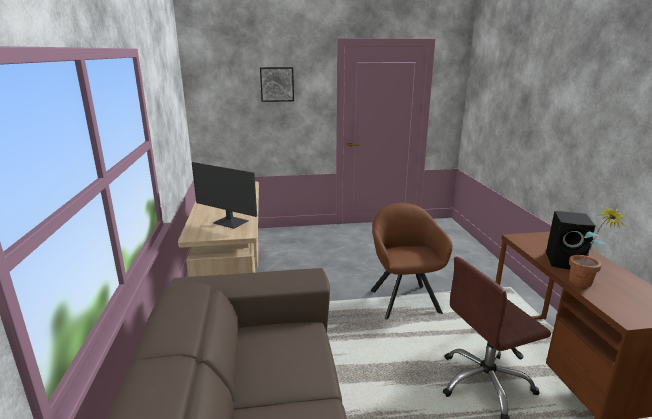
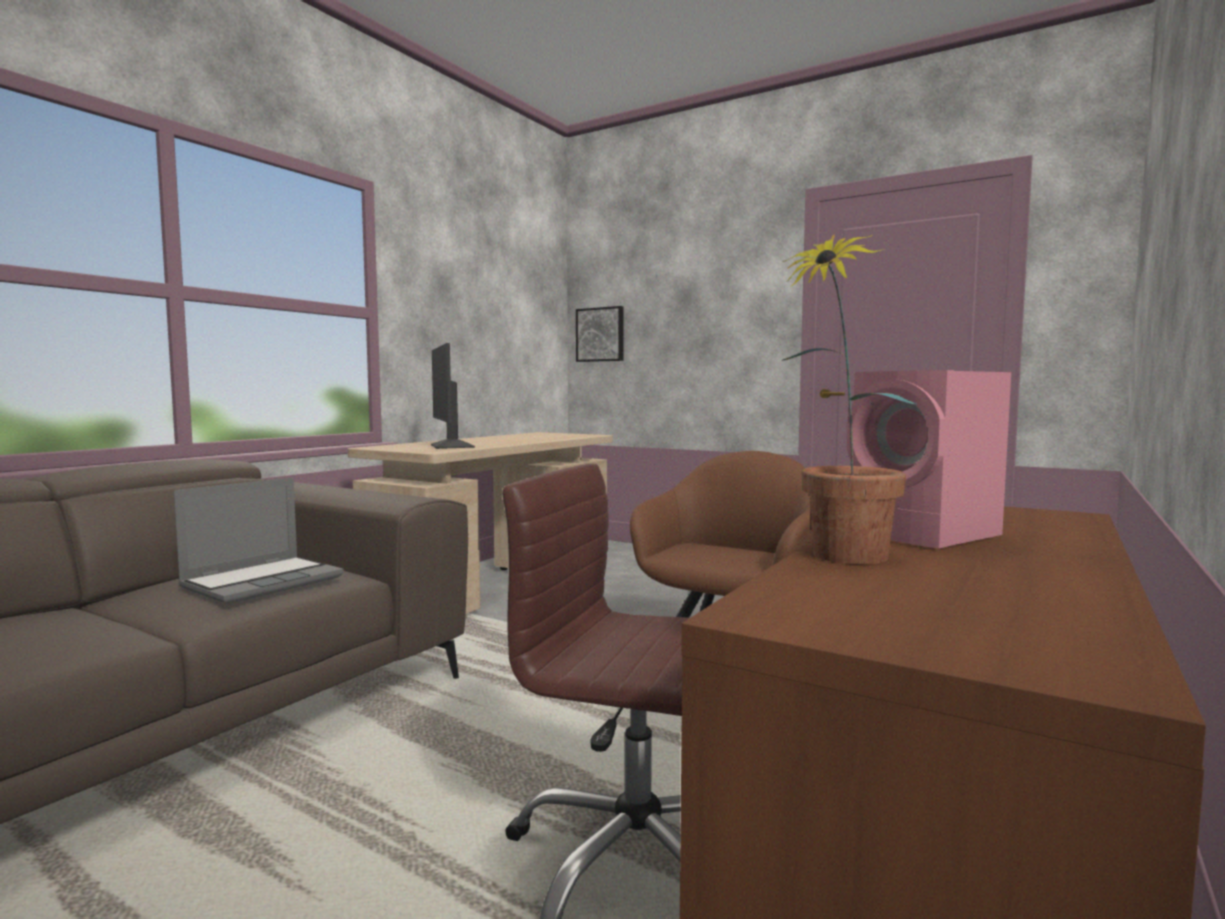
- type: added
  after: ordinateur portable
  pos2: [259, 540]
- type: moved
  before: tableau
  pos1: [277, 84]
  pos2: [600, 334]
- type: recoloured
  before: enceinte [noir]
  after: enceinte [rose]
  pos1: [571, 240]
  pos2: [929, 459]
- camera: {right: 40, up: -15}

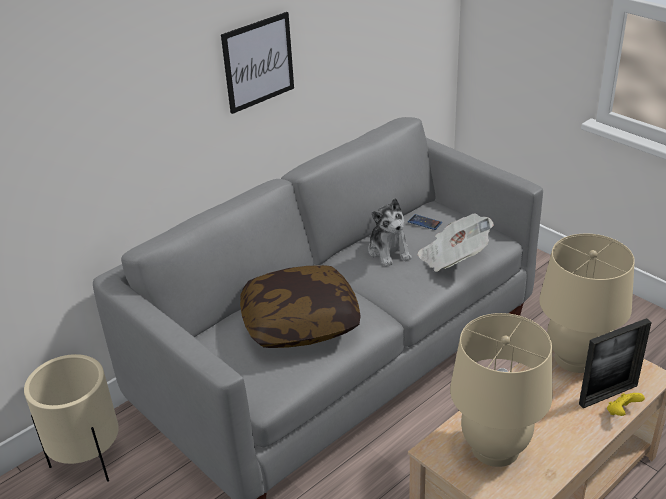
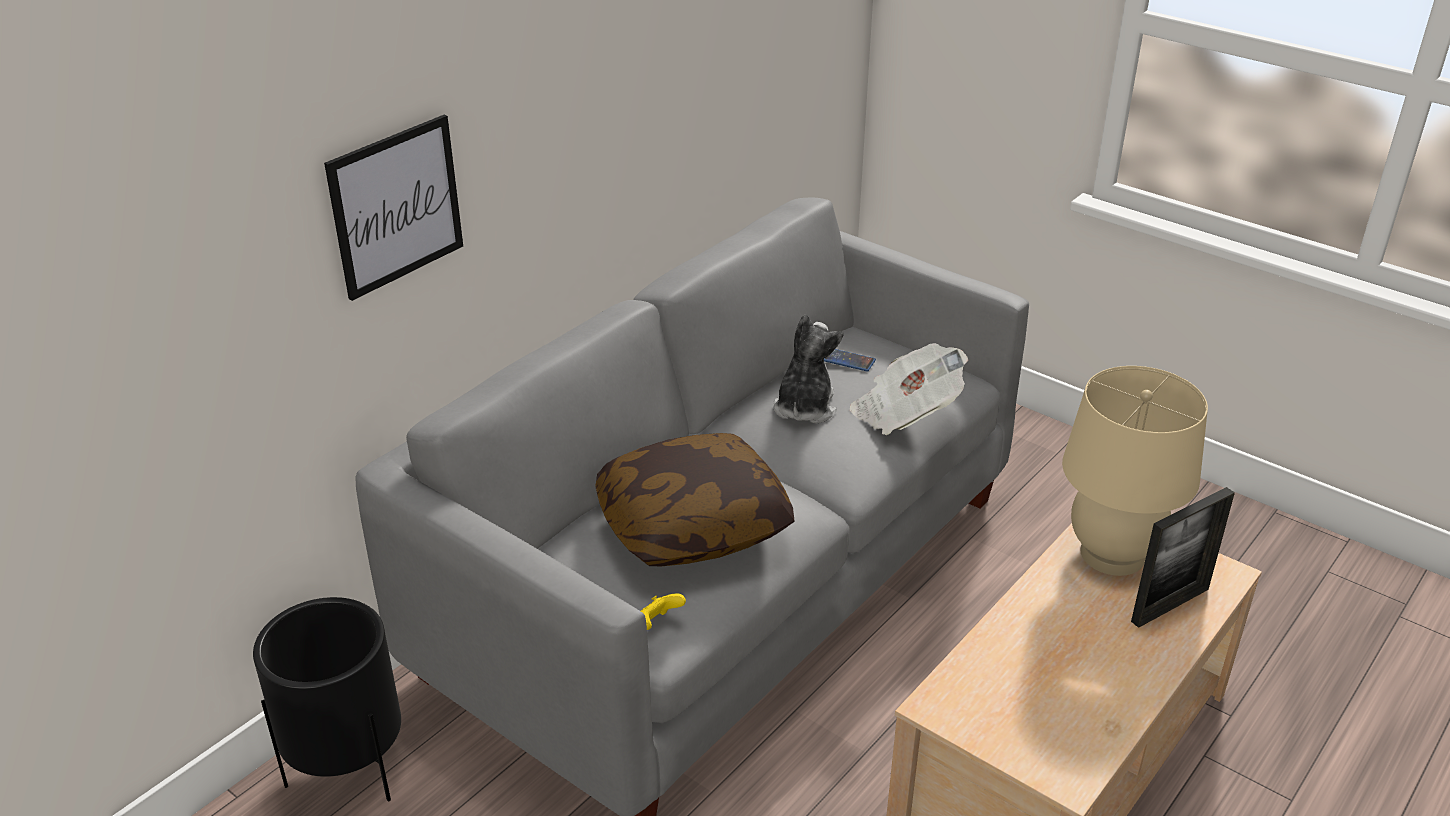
- type: recoloured
  before: cache-pot [beige]
  after: cache-pot [noir]
  pos1: [71, 418]
  pos2: [327, 699]
- type: moved
  before: tableau
  pos1: [257, 63]
  pos2: [393, 208]
- type: moved
  before: manette [jaune]
  pos1: [626, 404]
  pos2: [663, 611]
- type: turned
  before: peluche
  pos1: [390, 232]
  pos2: [808, 369]
  turn: -135
- type: removed
  before: lampe de table [beige]
  pos1: [501, 390]
- camera: {right: -10, up: 0}

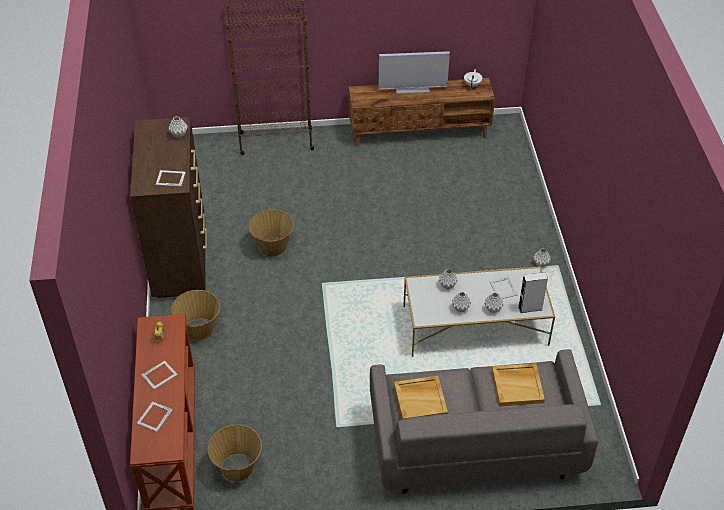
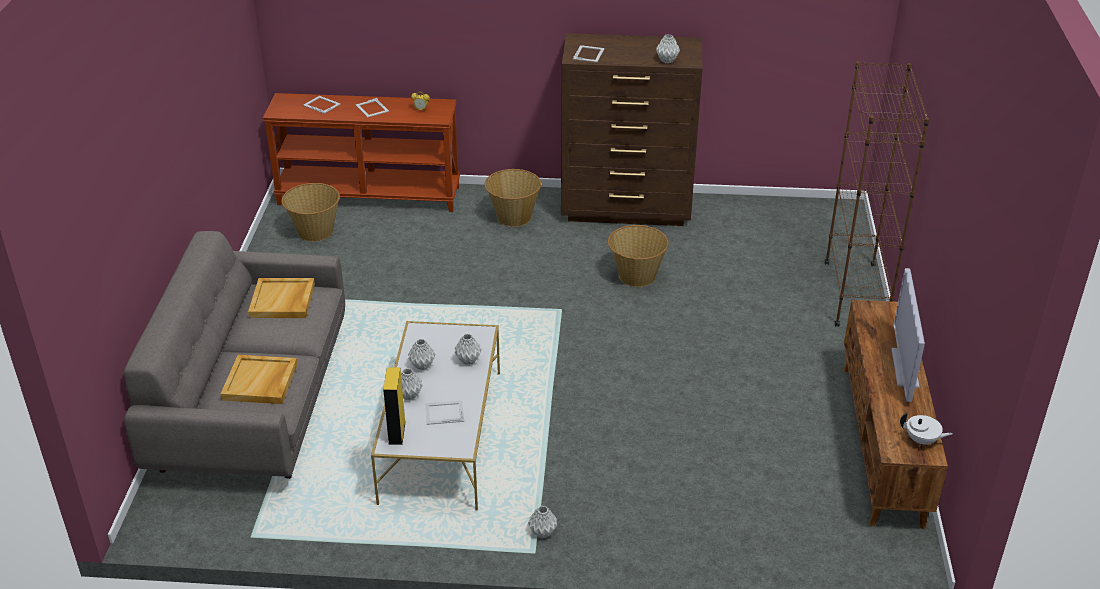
- type: recoloured
  before: enceinte [gris]
  after: enceinte [jaune]
  pos1: [533, 292]
  pos2: [394, 406]
- camera: {right: 100, up: -10}

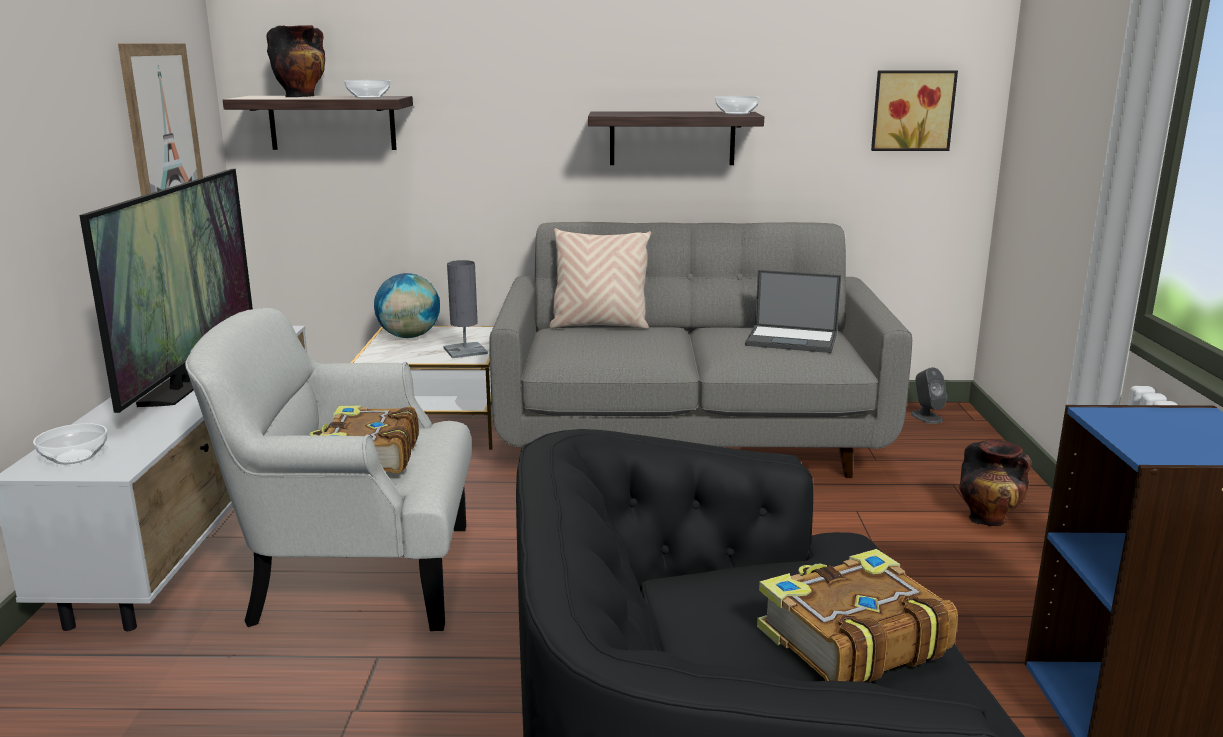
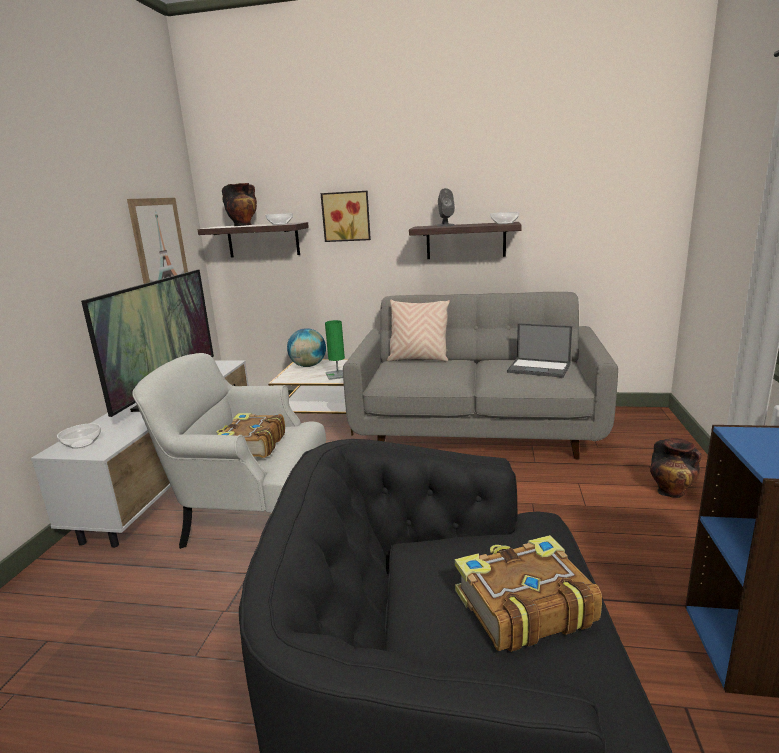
- type: moved
  before: tableau
  pos1: [914, 110]
  pos2: [346, 216]
- type: recoloured
  before: lampe de table [gris]
  after: lampe de table [vert]
  pos1: [465, 309]
  pos2: [335, 350]
- type: moved
  before: enceinte [gris]
  pos1: [929, 395]
  pos2: [446, 207]
- camera: {right: 10, up: 0}

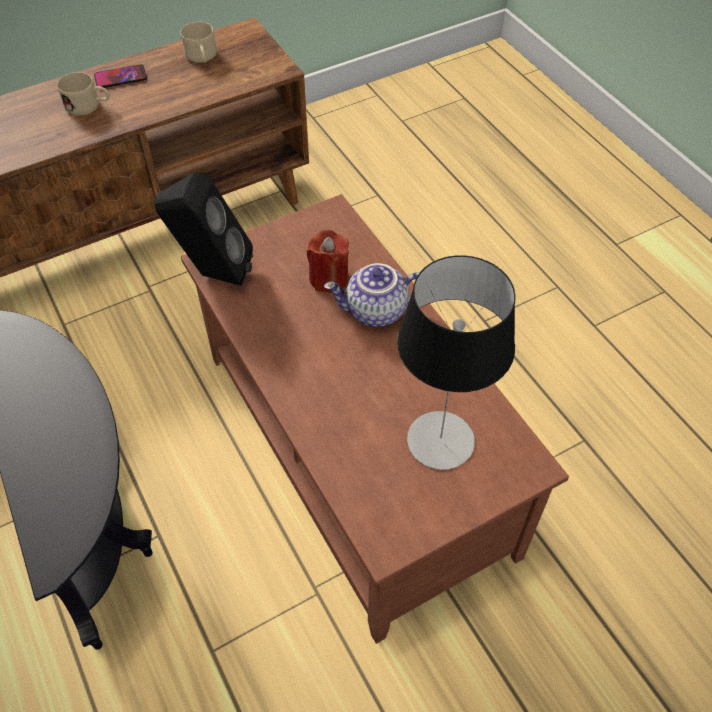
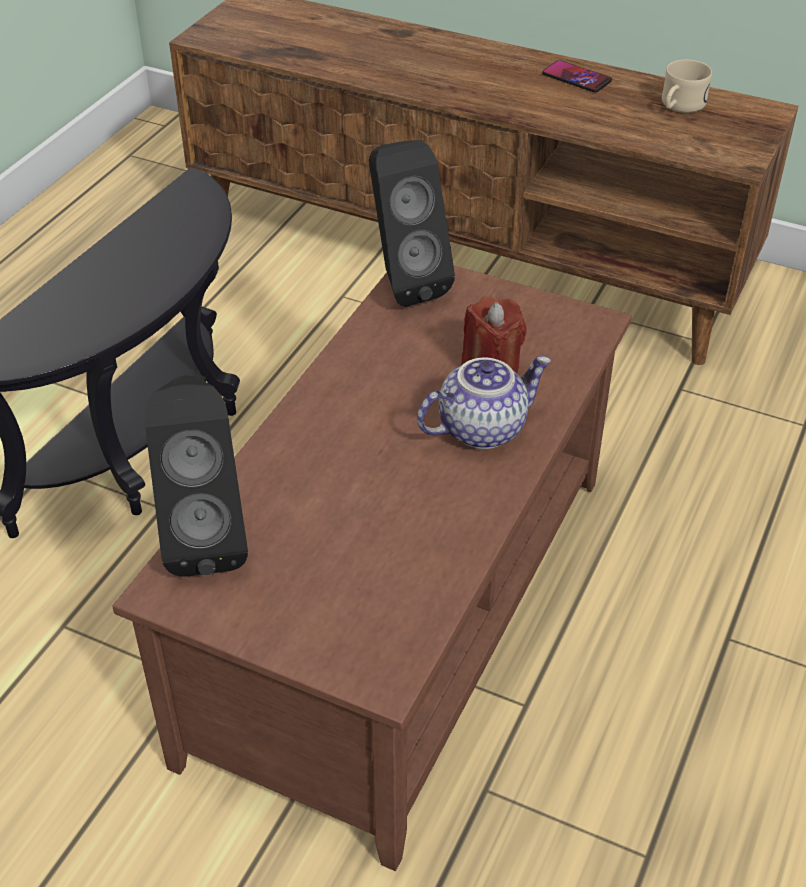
- type: added
  after: enceinte [noir]
  pos2: [196, 476]
- type: turned
  before: théière
  pos1: [371, 295]
  pos2: [484, 402]
  turn: 105
- type: removed
  before: mug [beige]
  pos1: [83, 94]
- type: removed
  before: lampe de table
  pos1: [456, 362]
- camera: {right: 55, up: -10}

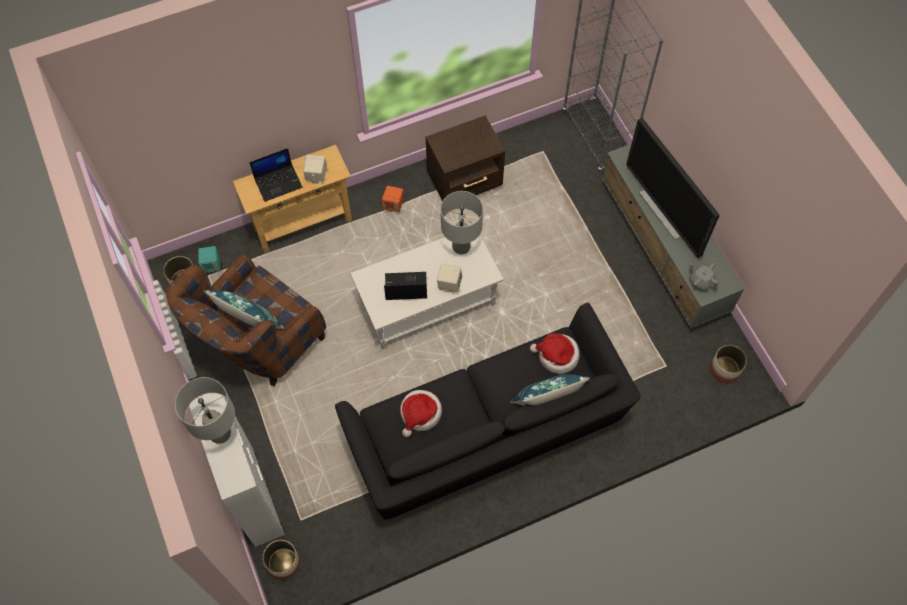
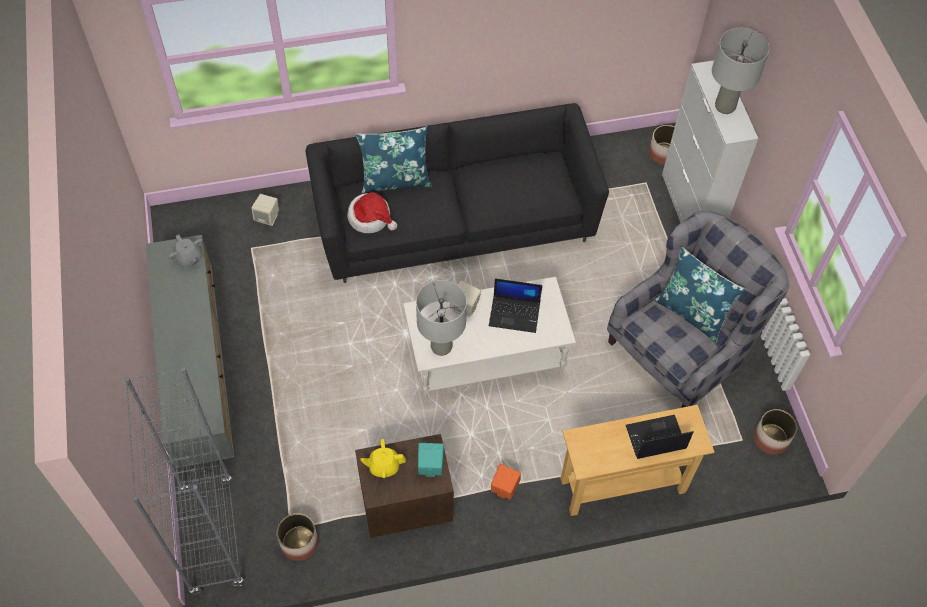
- type: moved
  before: enceinte [beige]
  pos1: [315, 169]
  pos2: [265, 210]
- type: moved
  before: cache-pot
  pos1: [728, 364]
  pos2: [297, 537]
- type: added
  after: théière [jaune]
  pos2: [383, 458]
- type: moved
  before: enceinte [turquoise]
  pos1: [209, 259]
  pos2: [431, 460]
- type: recoloured
  before: fauteuil [marron]
  after: fauteuil [gris]
  pos1: [246, 321]
  pos2: [698, 309]
- type: removed
  before: chapeau
  pos1: [421, 413]
- type: removed
  before: téléviseur
  pos1: [673, 188]
- camera: {right: -170, up: -5}

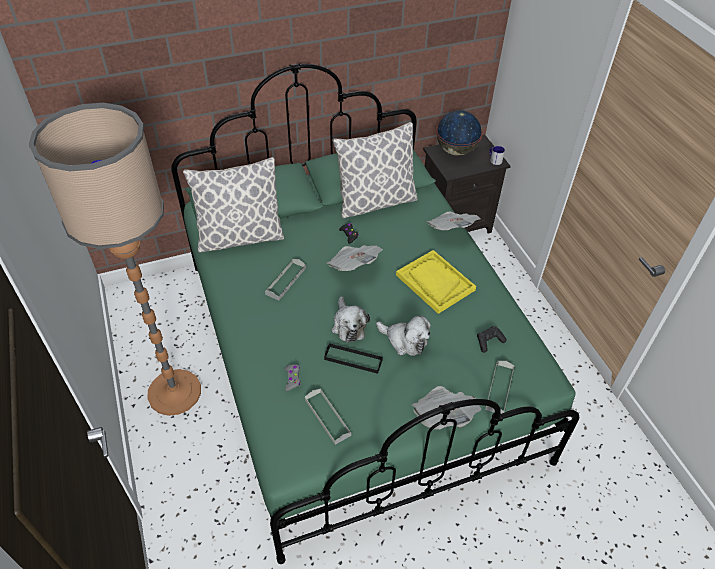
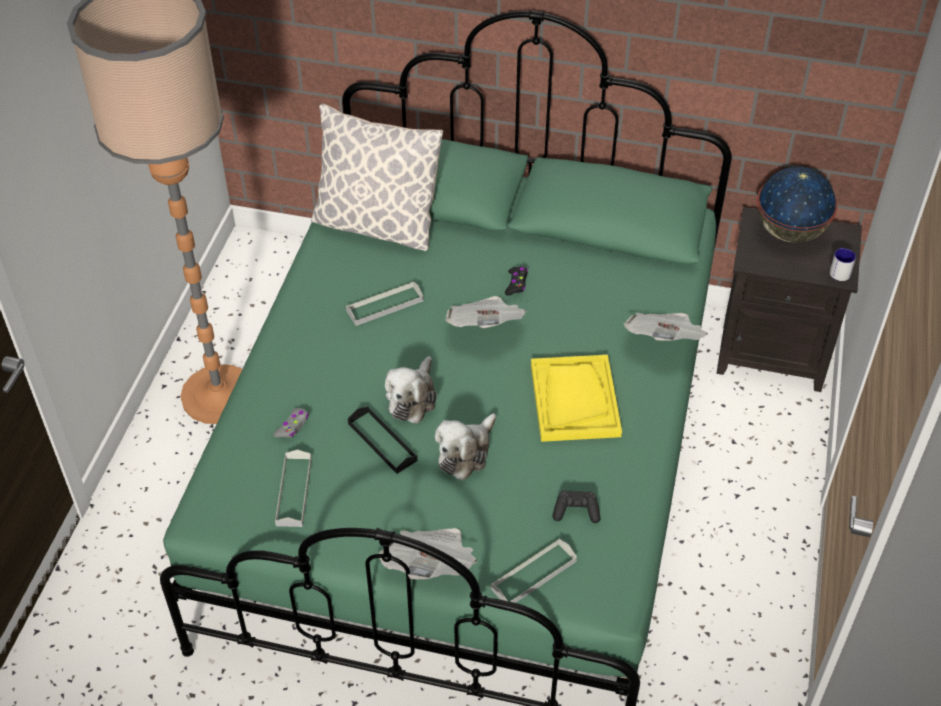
- type: turned
  before: peluche
  pos1: [403, 336]
  pos2: [465, 446]
  turn: 60
- type: removed
  before: coussin
  pos1: [375, 170]
- camera: {right: 35, up: 0}

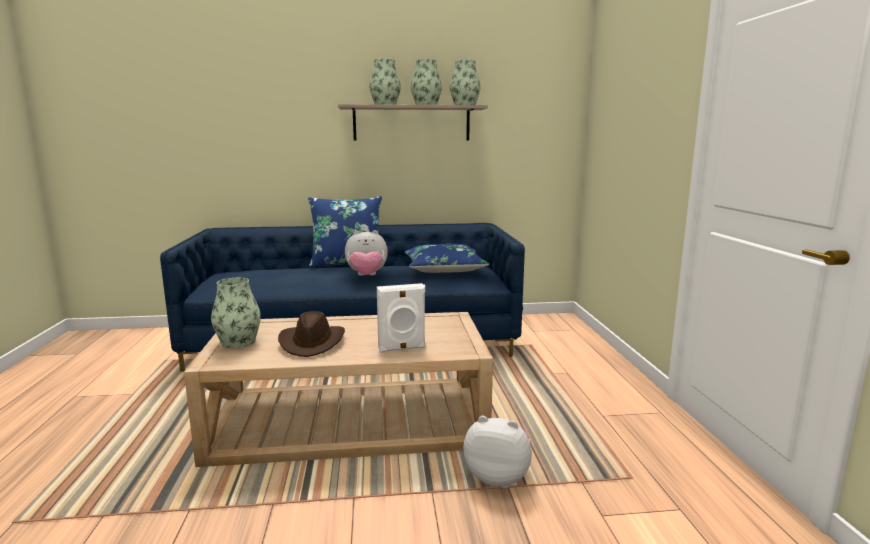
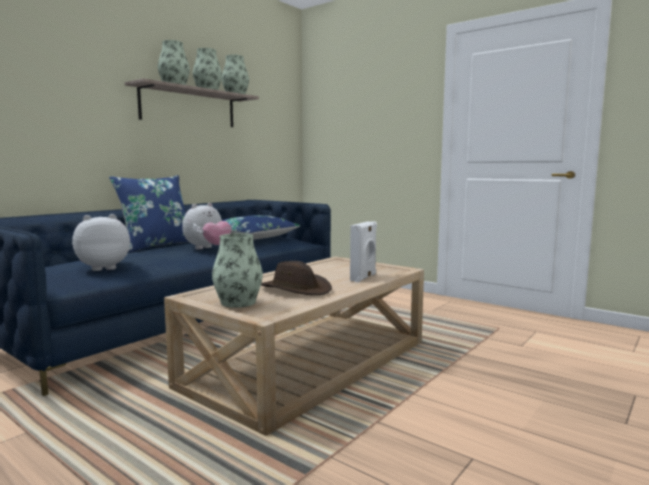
- type: moved
  before: peluche
  pos1: [497, 452]
  pos2: [101, 242]
- camera: {right: -45, up: -5}

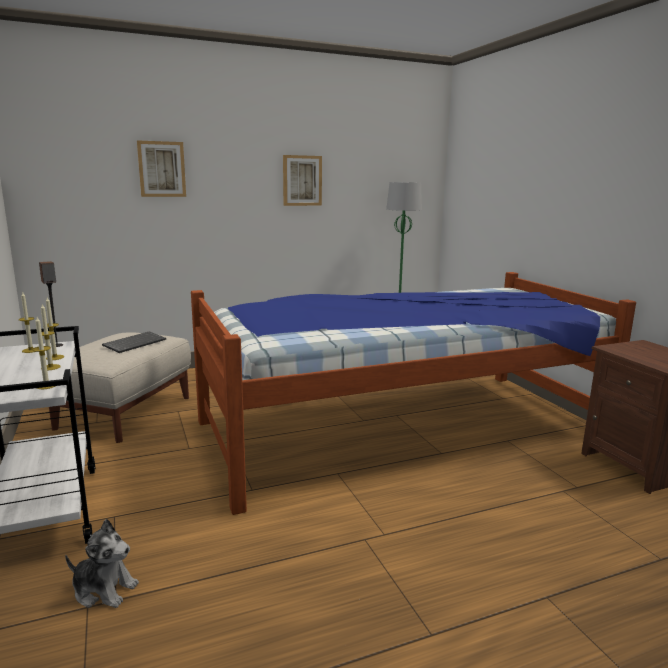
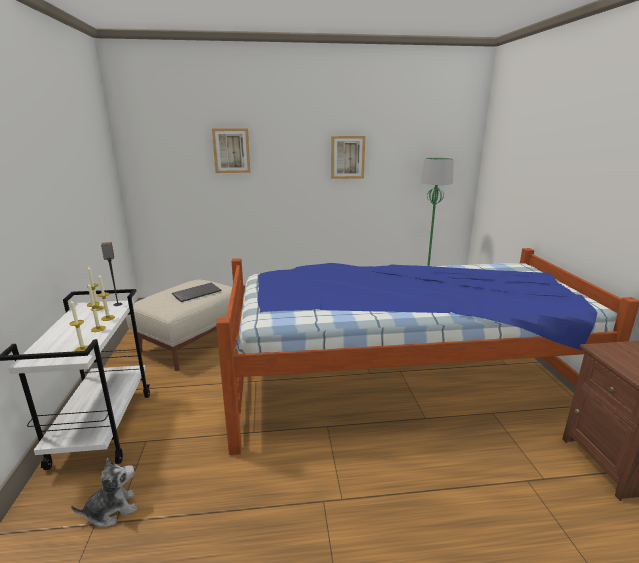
- type: turned
  before: peluche
  pos1: [102, 563]
  pos2: [104, 492]
  turn: -60
- camera: {right: 15, up: 5}

